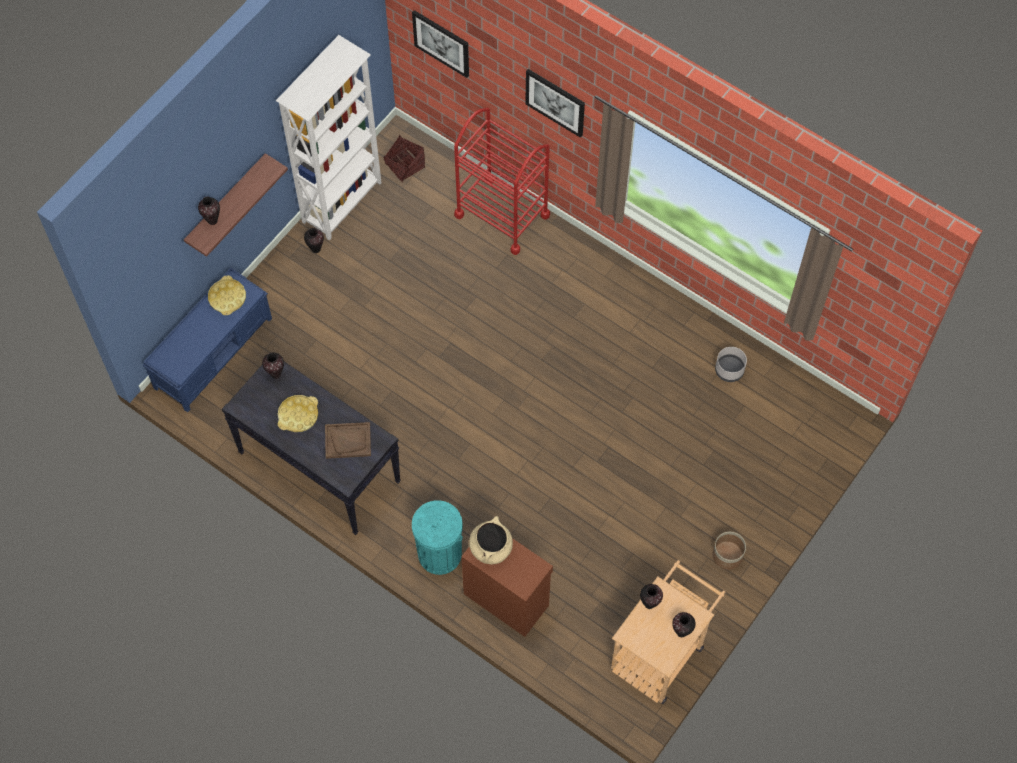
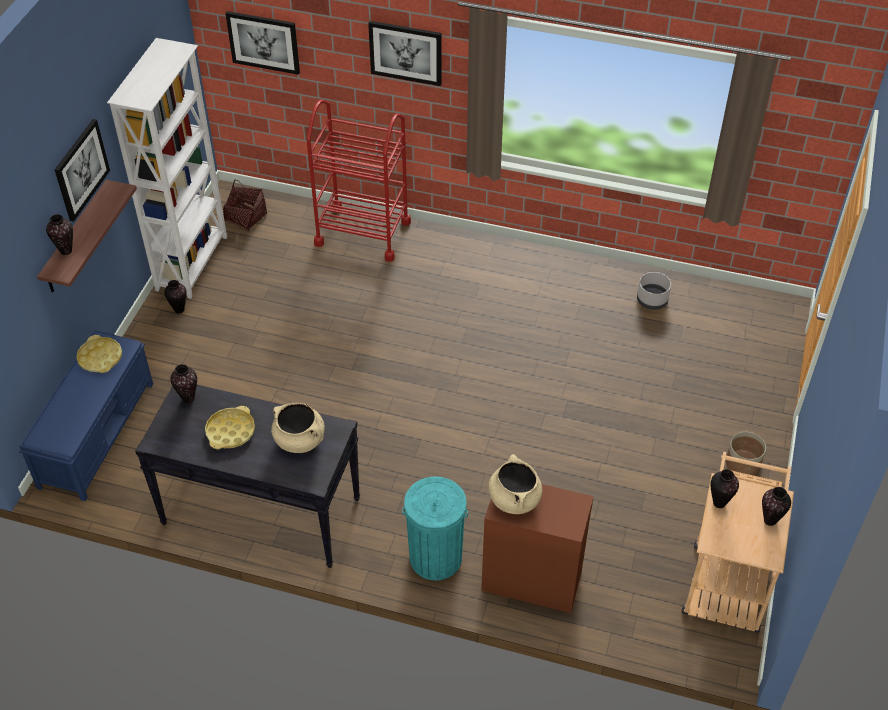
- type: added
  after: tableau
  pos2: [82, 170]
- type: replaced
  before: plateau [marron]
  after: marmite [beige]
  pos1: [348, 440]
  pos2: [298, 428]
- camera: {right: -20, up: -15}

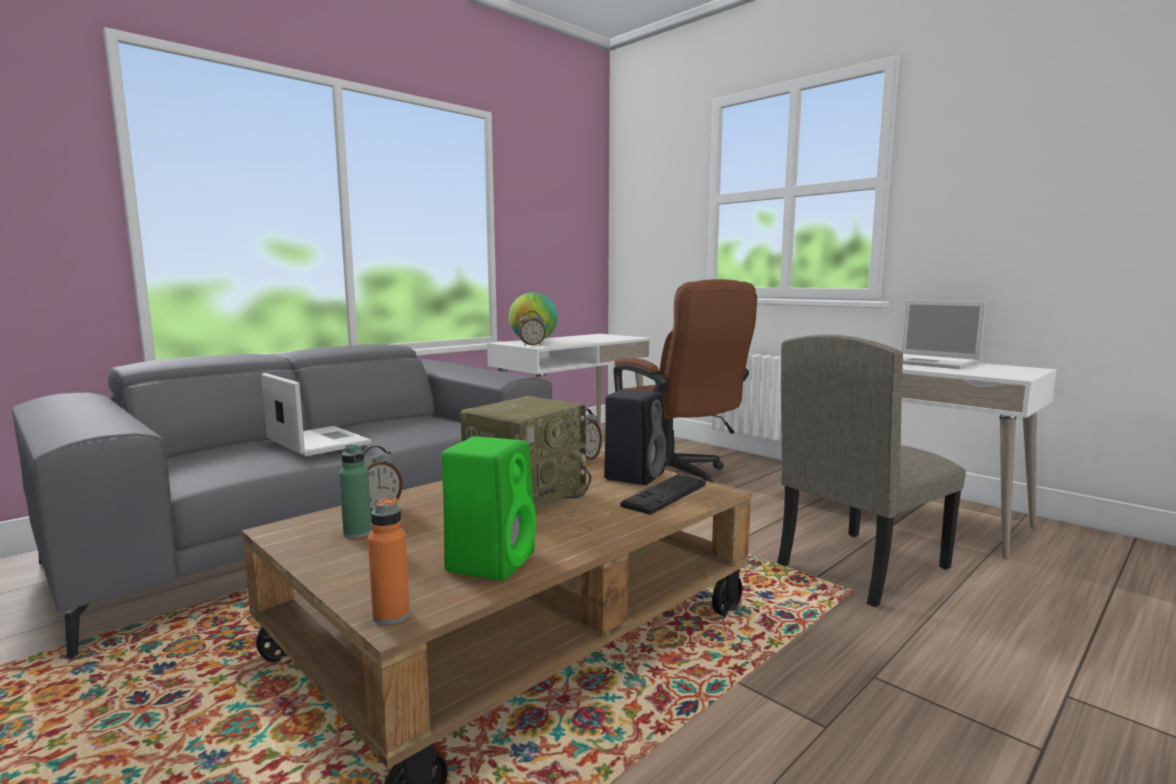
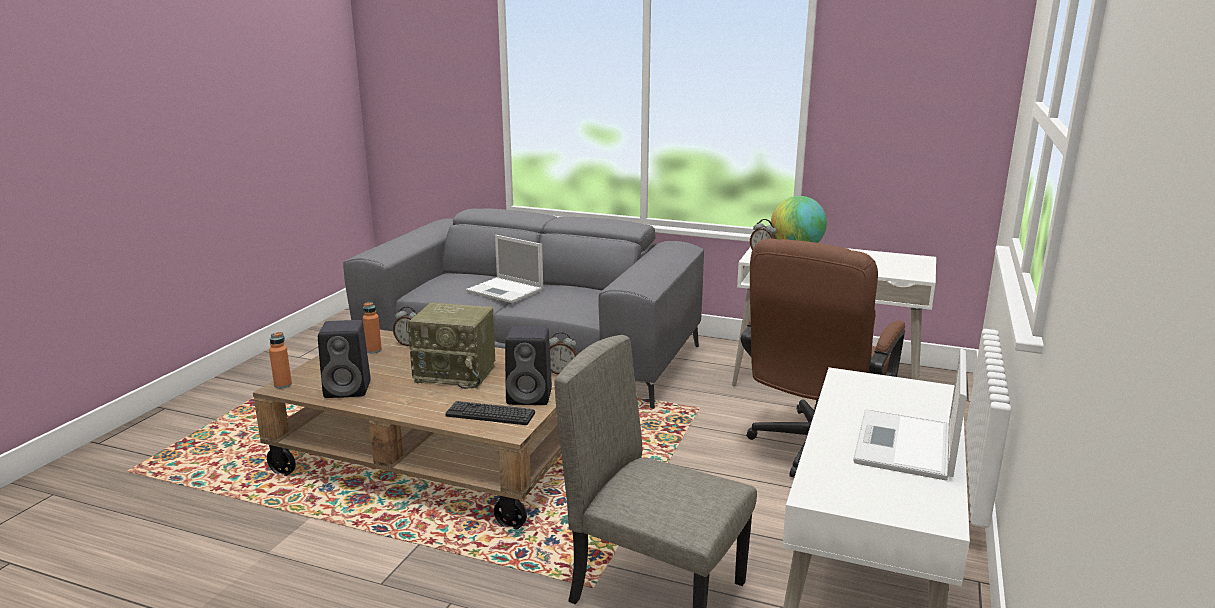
- type: recoloured
  before: enceinte [vert]
  after: enceinte [noir]
  pos1: [488, 508]
  pos2: [344, 359]
- type: recoloured
  before: bouteille [vert]
  after: bouteille [orange]
  pos1: [355, 491]
  pos2: [372, 327]
- type: turned
  before: ordinateur portable
  pos1: [316, 414]
  pos2: [504, 269]
  turn: 105
- camera: {right: 65, up: 10}

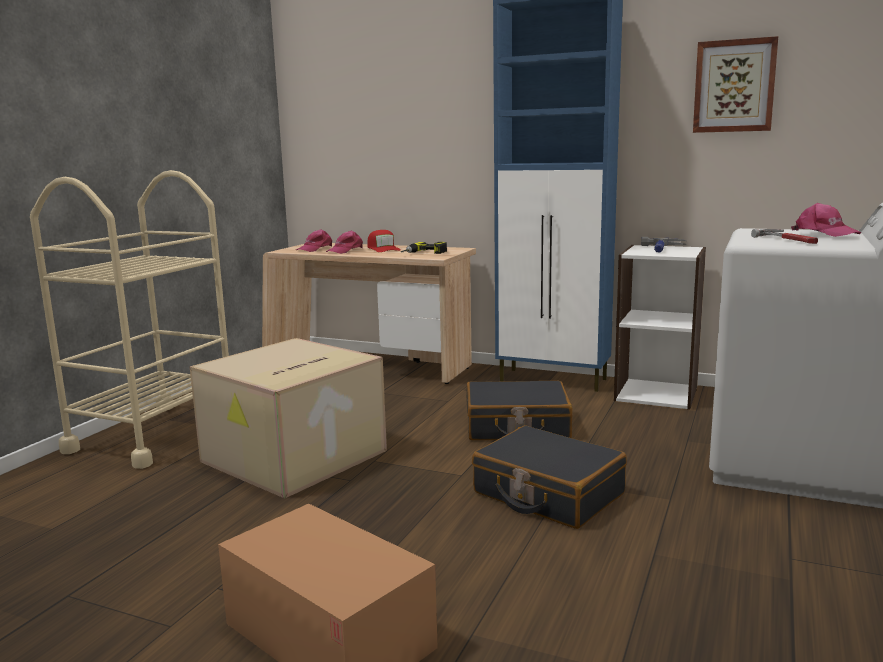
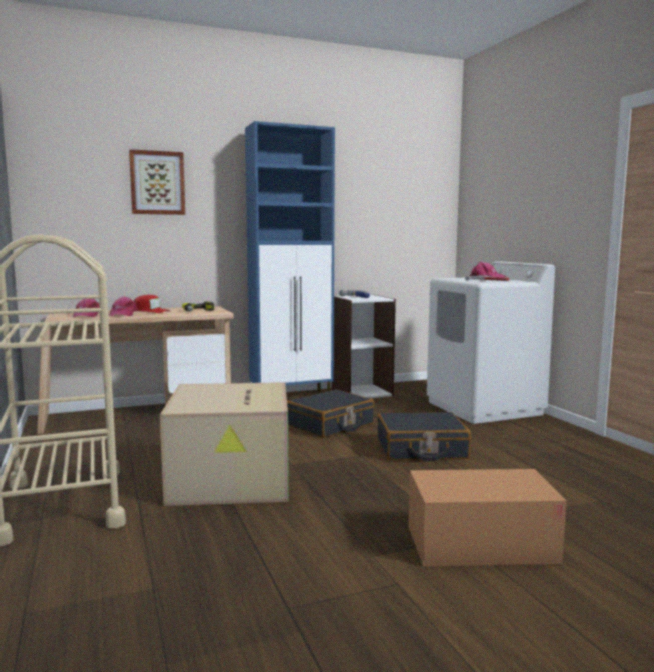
- type: moved
  before: tableau
  pos1: [735, 84]
  pos2: [157, 182]
- camera: {right: -45, up: -5}

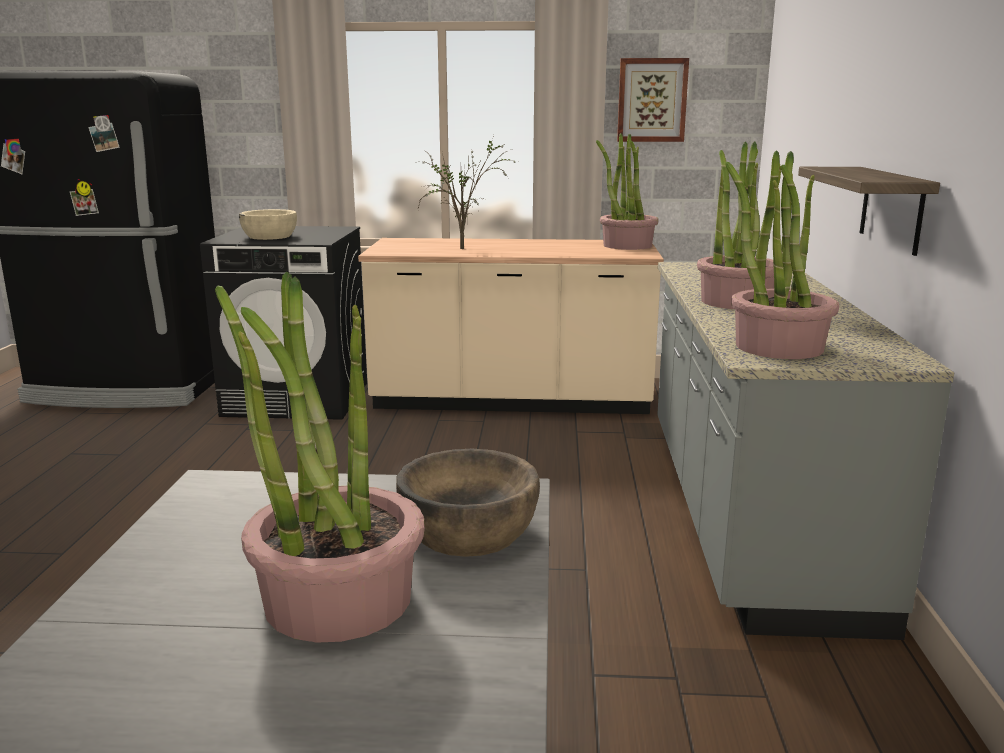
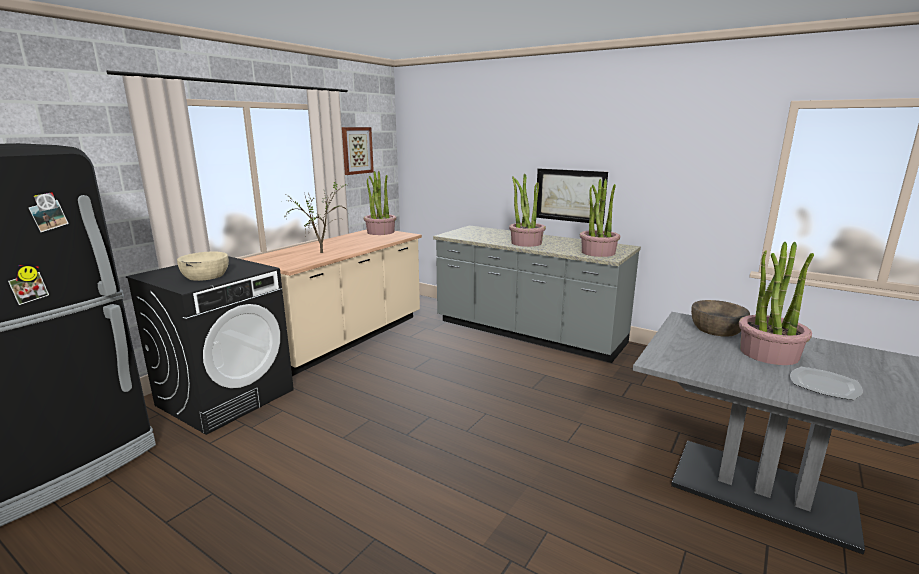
- type: replaced
  before: étagère
  after: tableau
  pos1: [869, 211]
  pos2: [572, 196]
- type: added
  after: assiette
  pos2: [826, 383]
- camera: {right: -60, up: 0}

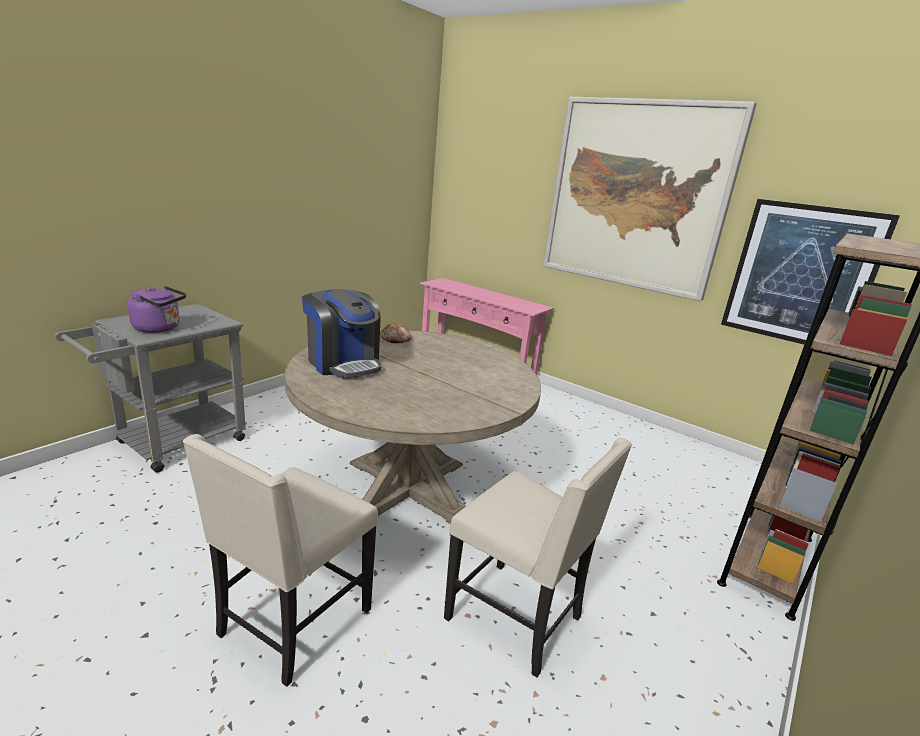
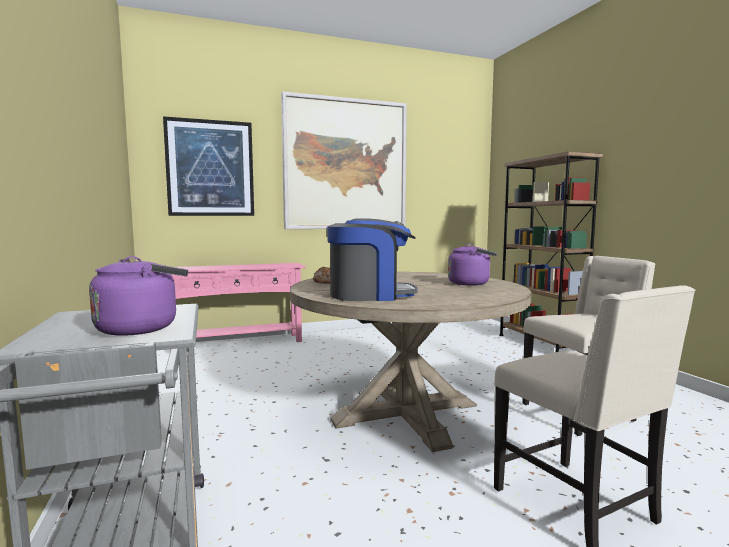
- type: moved
  before: tableau
  pos1: [810, 271]
  pos2: [208, 166]
- type: added
  after: bouilloire [violet]
  pos2: [472, 265]
- camera: {right: -55, up: -15}

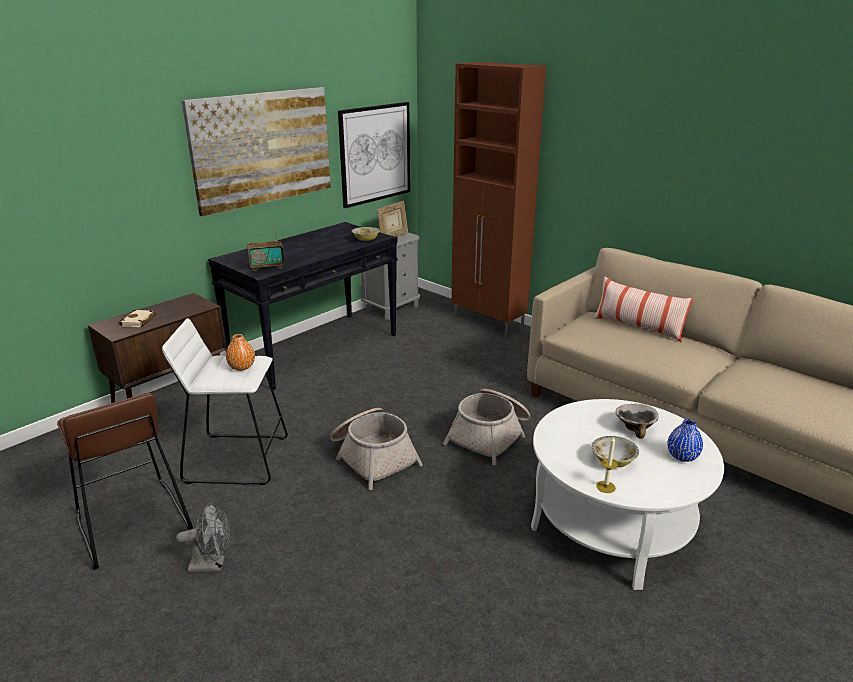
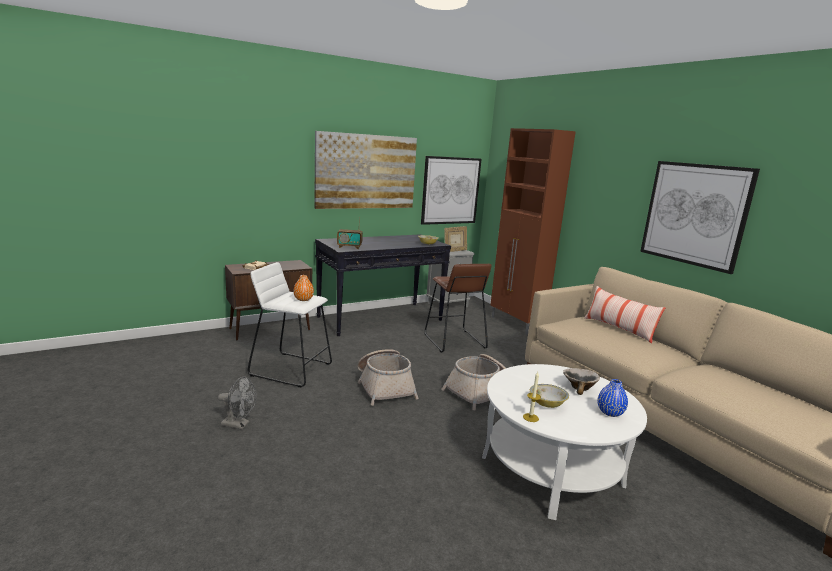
- type: moved
  before: tabouret [marron]
  pos1: [125, 481]
  pos2: [458, 308]
- type: added
  after: tableau
  pos2: [700, 217]
- camera: {right: 15, up: -10}

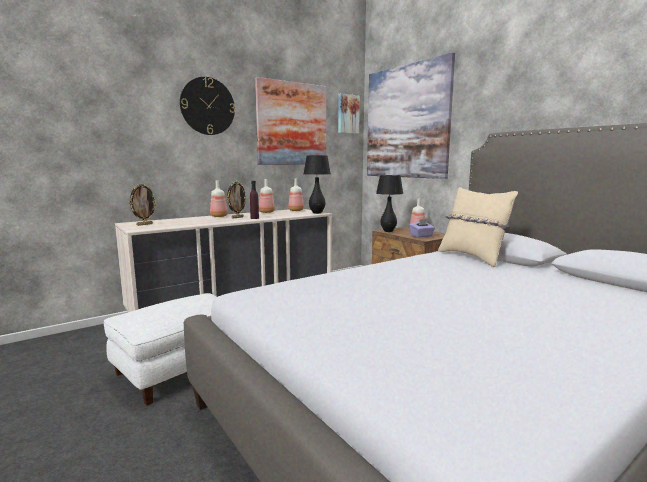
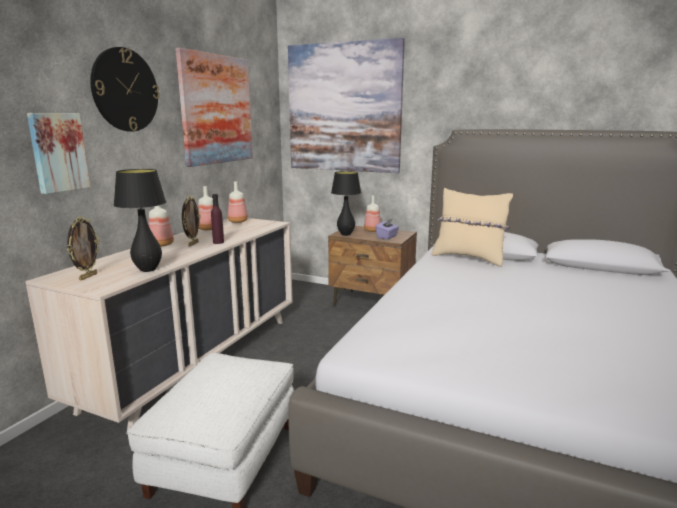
- type: moved
  before: tableau
  pos1: [349, 113]
  pos2: [59, 153]
- type: moved
  before: lampe de table [noir]
  pos1: [317, 184]
  pos2: [140, 220]
- camera: {right: -30, up: 5}

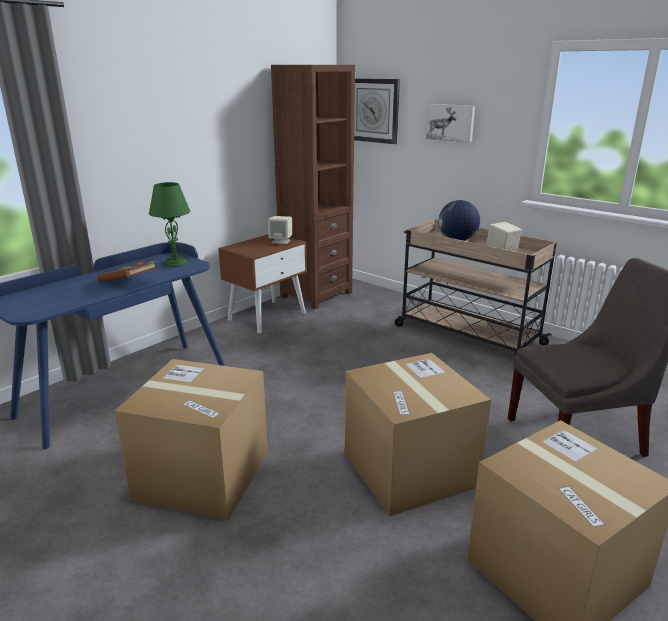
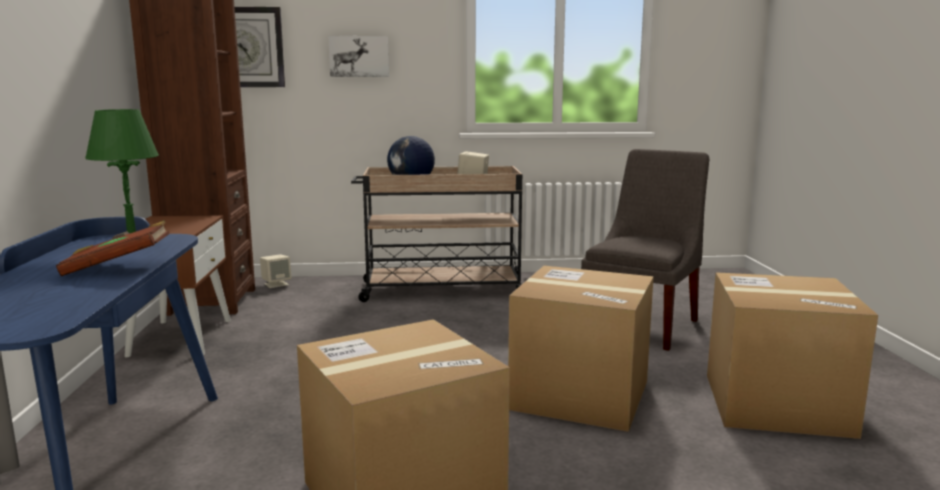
- type: moved
  before: enceinte [beige]
  pos1: [280, 230]
  pos2: [276, 271]
- camera: {right: -45, up: -10}

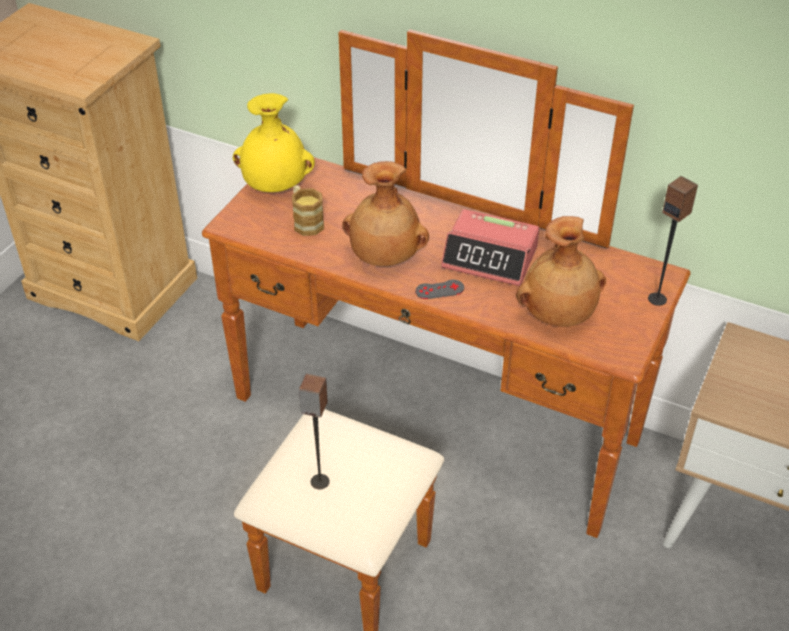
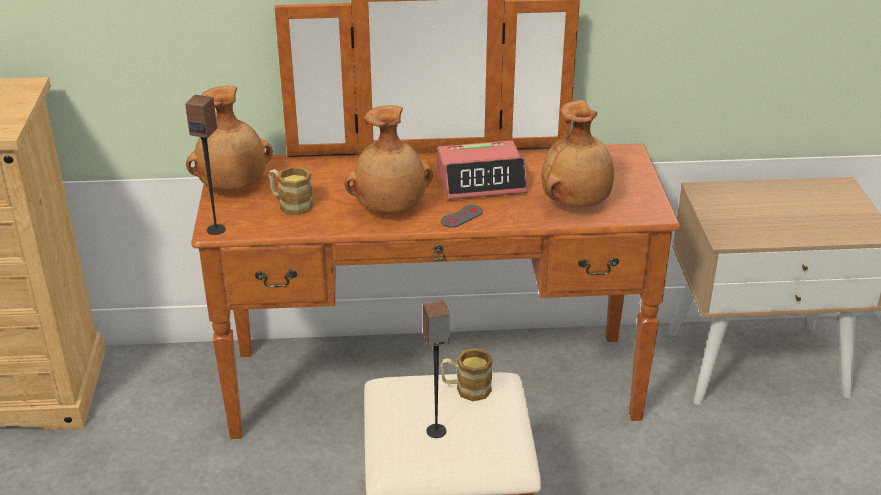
- type: moved
  before: enceinte
  pos1: [673, 241]
  pos2: [205, 165]
- type: recoloured
  before: vase [jaune]
  after: vase [marron]
  pos1: [274, 142]
  pos2: [229, 138]
- type: added
  after: mug
  pos2: [467, 374]
- camera: {right: -30, up: -10}

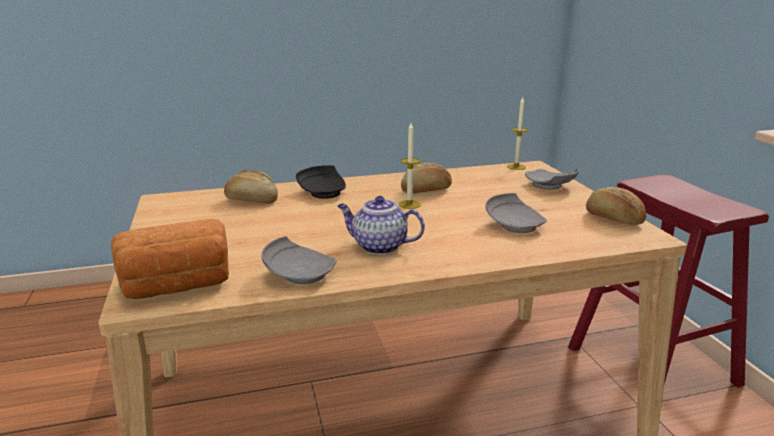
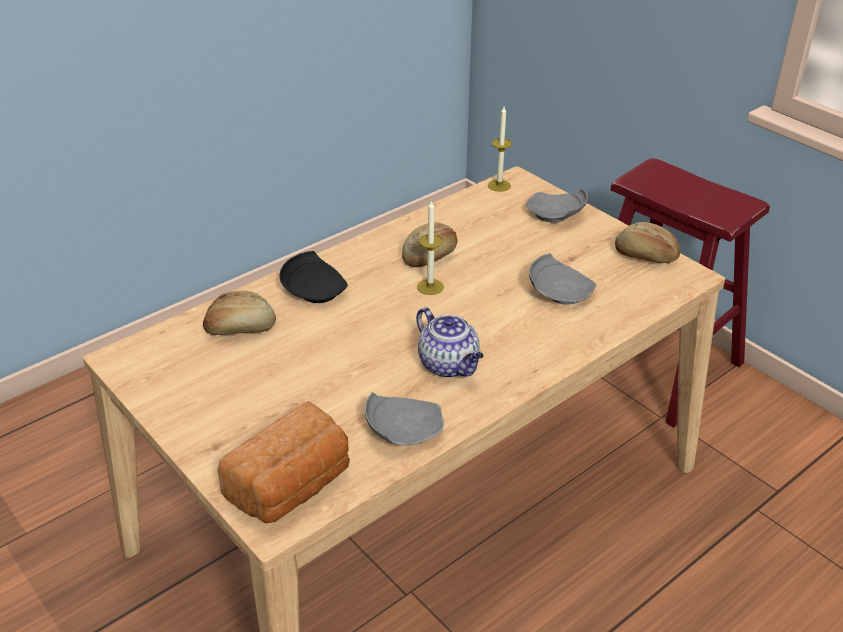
- type: turned
  before: théière
  pos1: [381, 225]
  pos2: [450, 342]
  turn: -120
- camera: {right: -25, up: 15}

